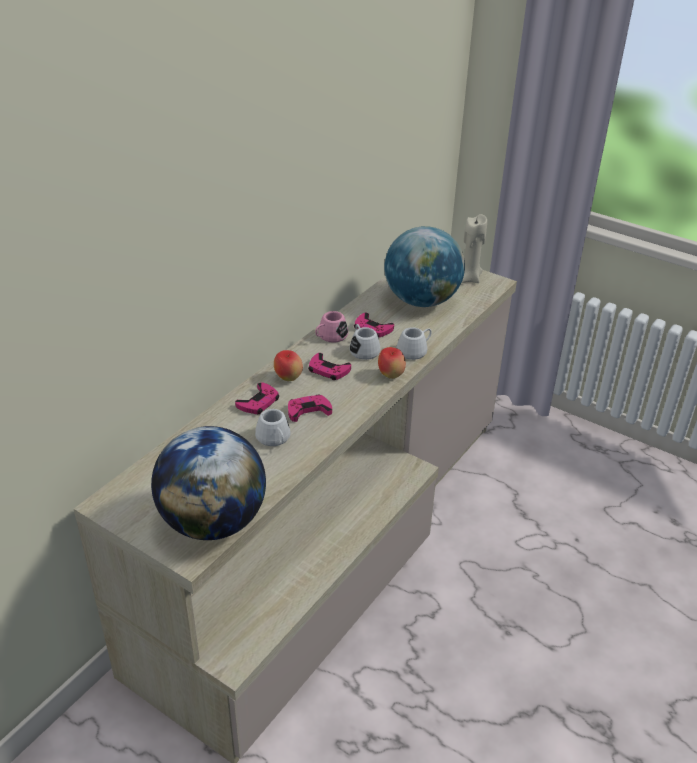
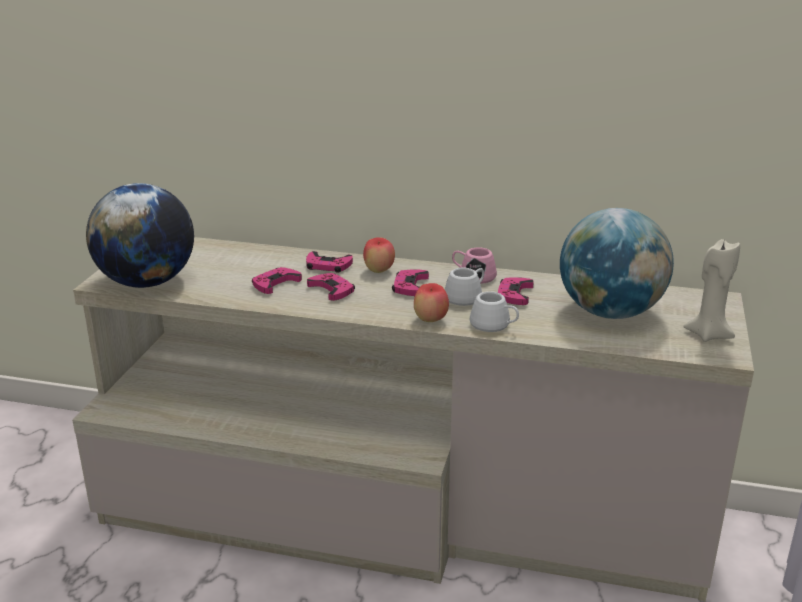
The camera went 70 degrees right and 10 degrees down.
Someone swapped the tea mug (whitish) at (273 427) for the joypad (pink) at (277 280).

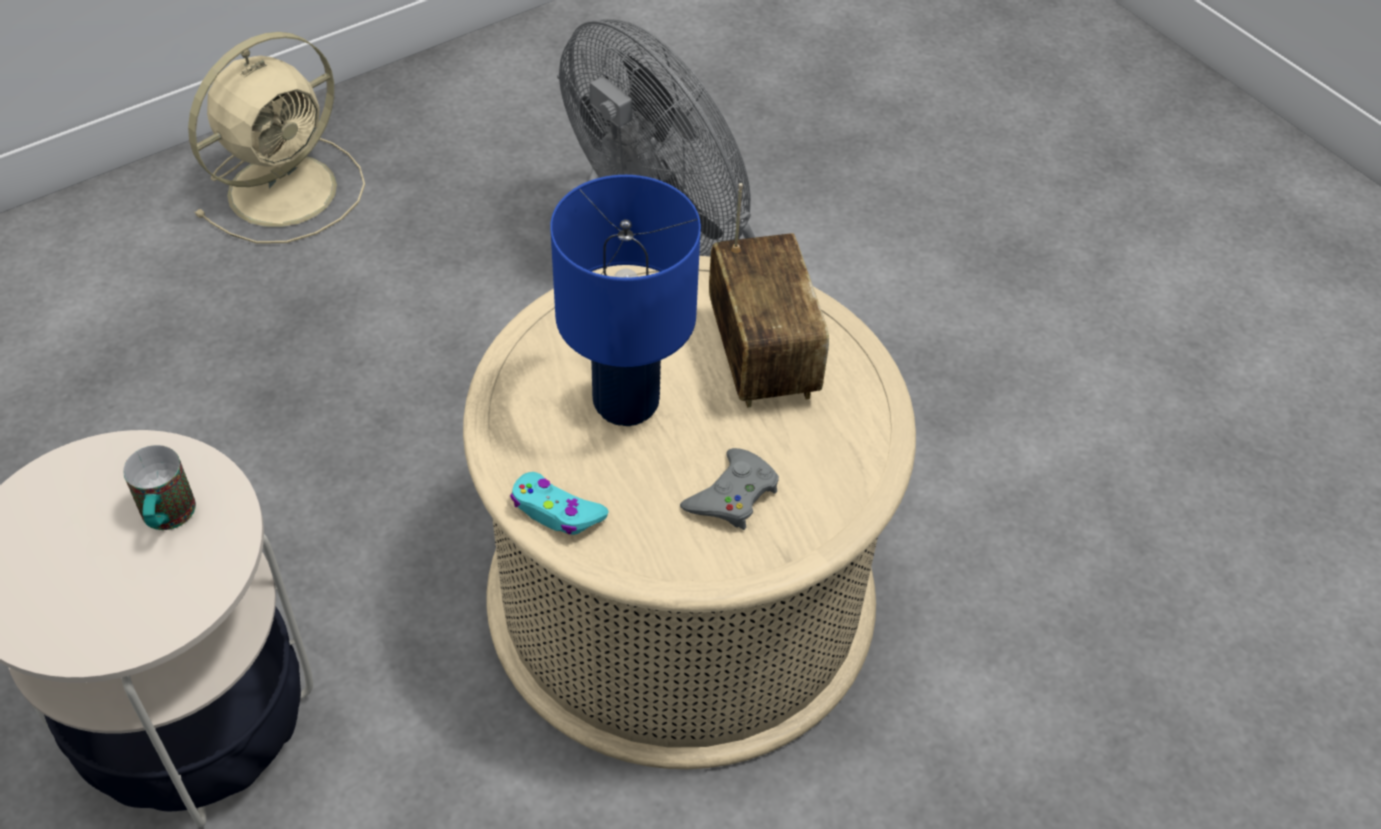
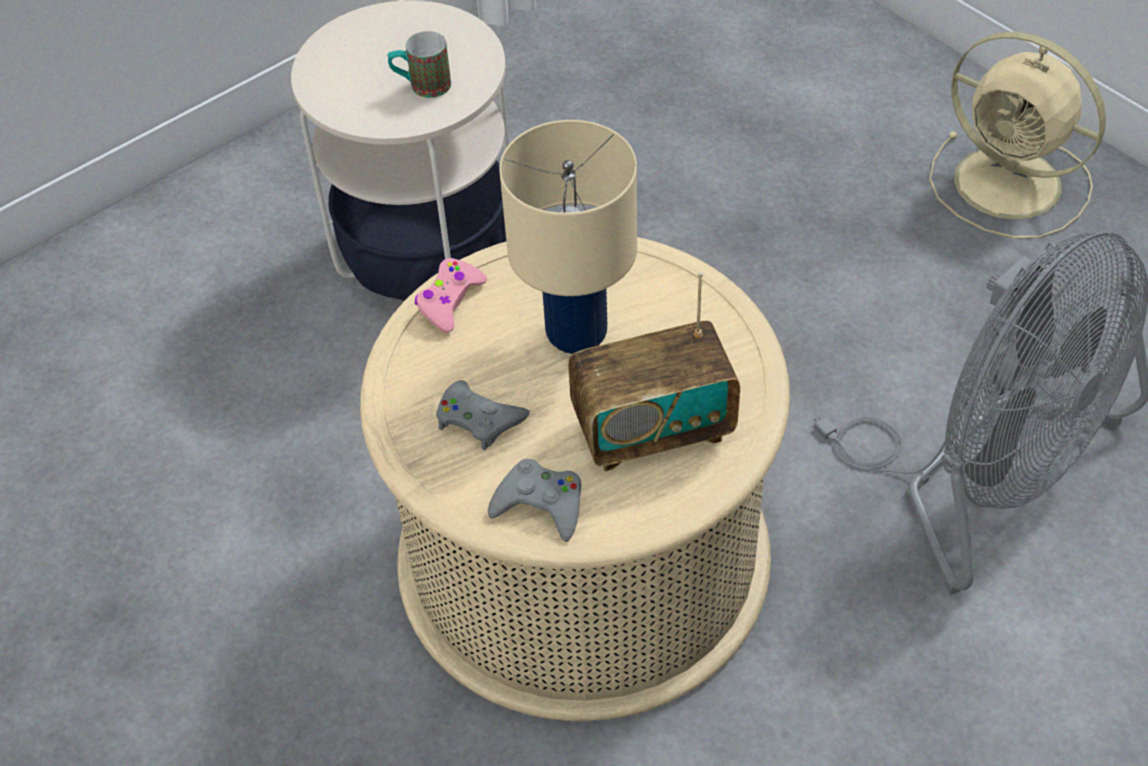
The camera went 90 degrees right and 0 degrees up.
Someone repainted the joypad (turquoise) at (559 503), which became the joypad (pink) at (451 295).
Someone repainted the lamp for a table (bluish) at (625 300), which became the lamp for a table (beige-coloured) at (568 237).
Someone put down the joypad (grey) at (534 500).

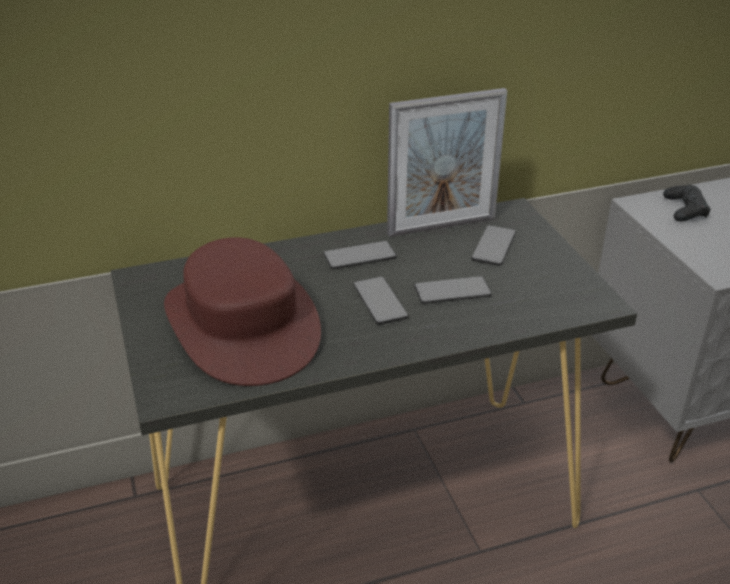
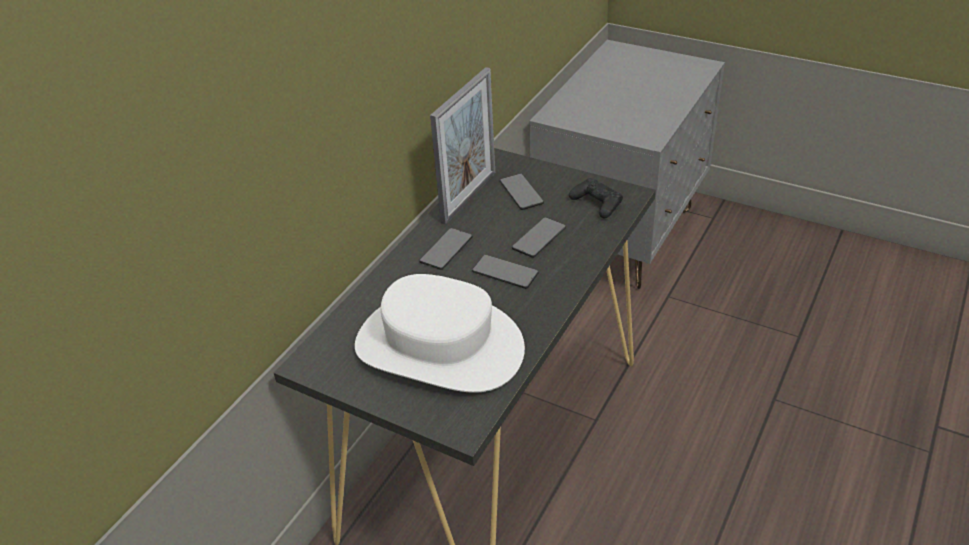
The camera went 40 degrees left and 5 degrees up.
Someone repainted the hat (brown) at (242 311), which became the hat (whitish) at (440 333).
Someone carried the joypad (black-coloured) from (687 203) to (596 198).

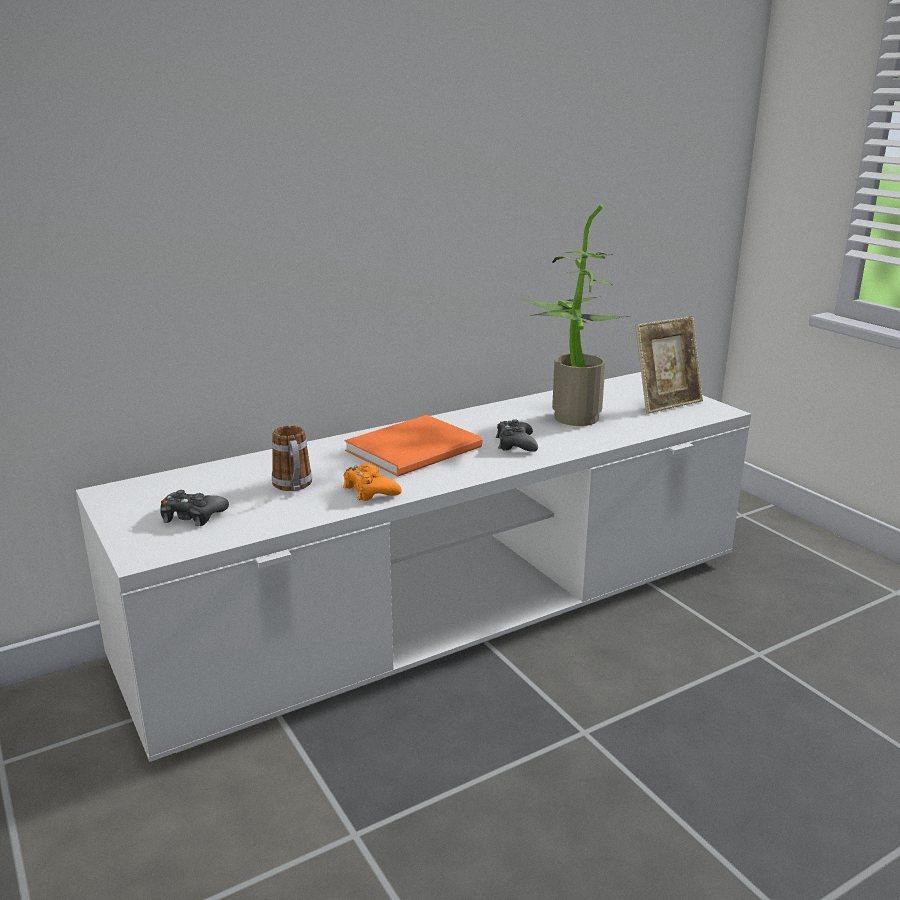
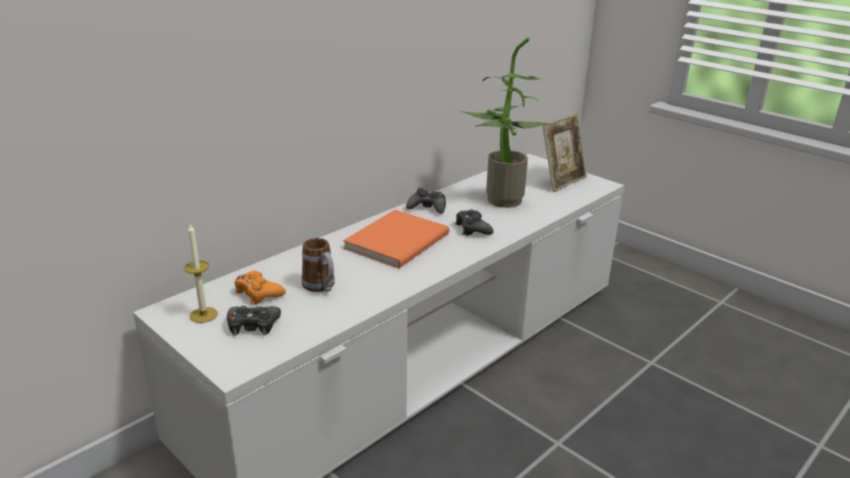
The camera went 15 degrees left and 5 degrees up.
Someone carried the joypad (orange-coloured) from (372 482) to (260 287).
Someone put down the candle at (201 273).
Someone put down the joypad (black-coloured) at (426 200).

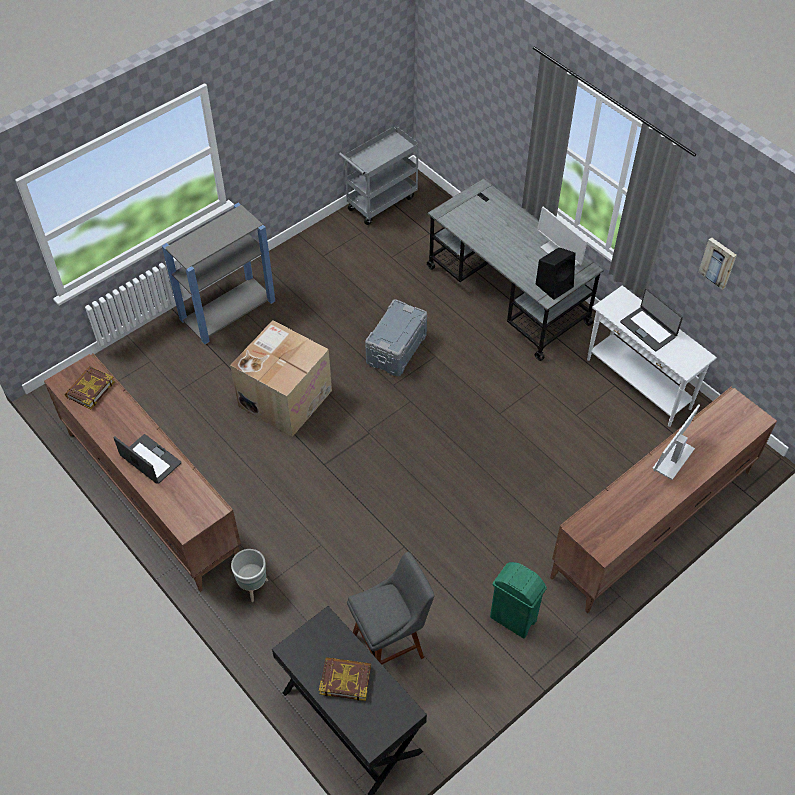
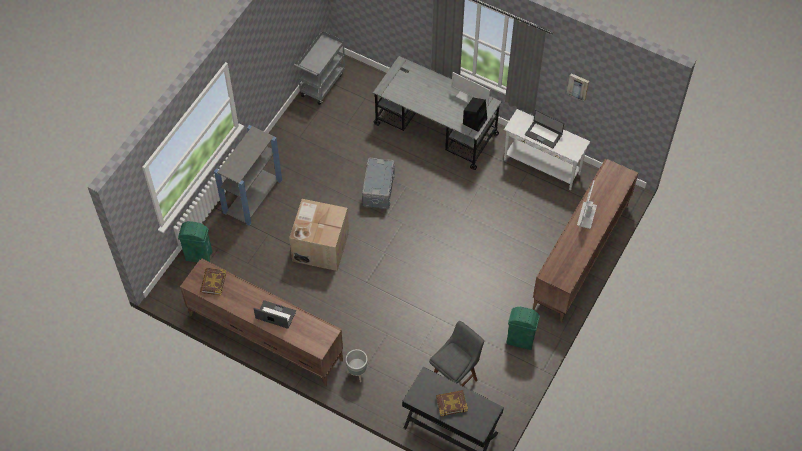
The camera went 20 degrees left and 5 degrees up.
Someone put down the rubbish bin (greenish) at (195 242).

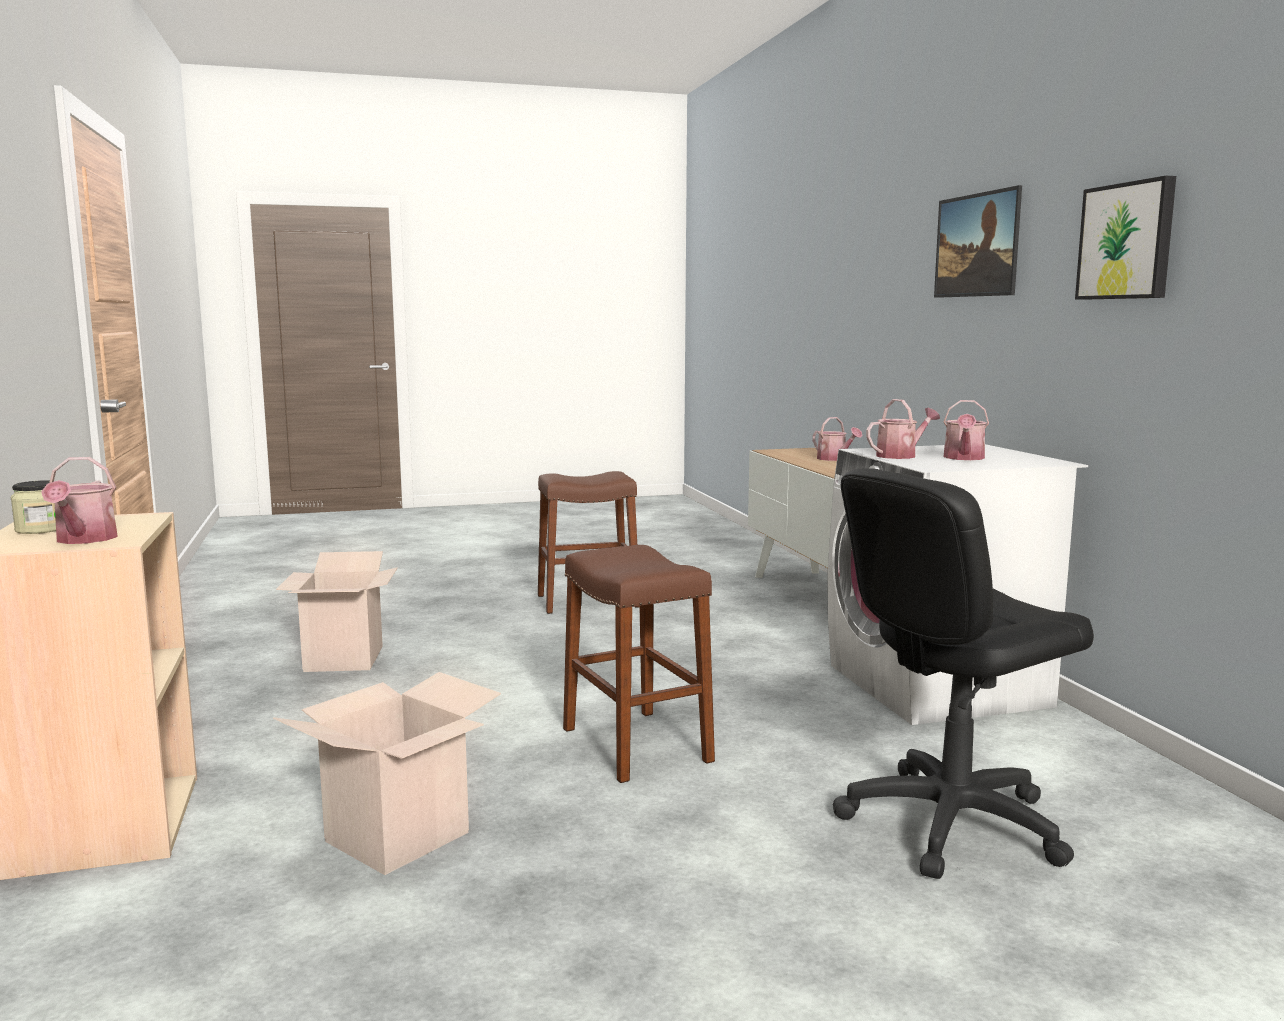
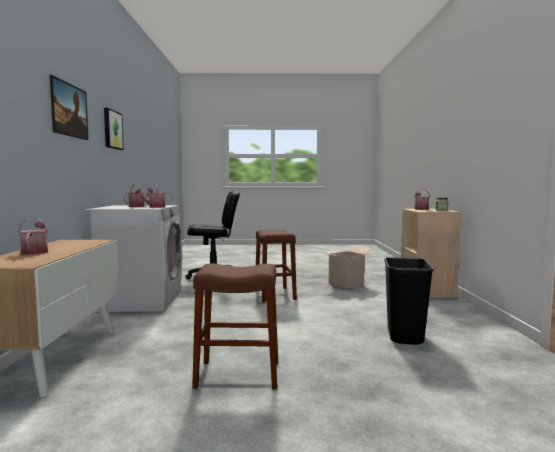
The camera went 165 degrees left and 5 degrees down.
Someone swapped the packing box at (337 611) for the rubbish bin (black-coloured) at (409 301).

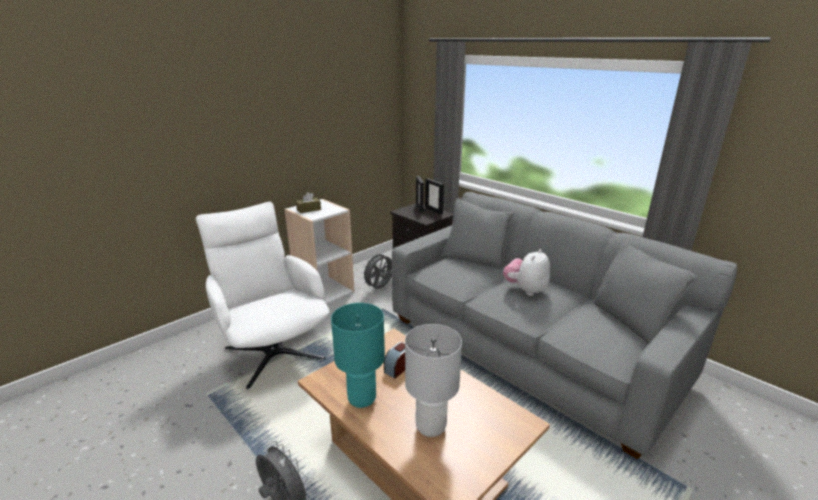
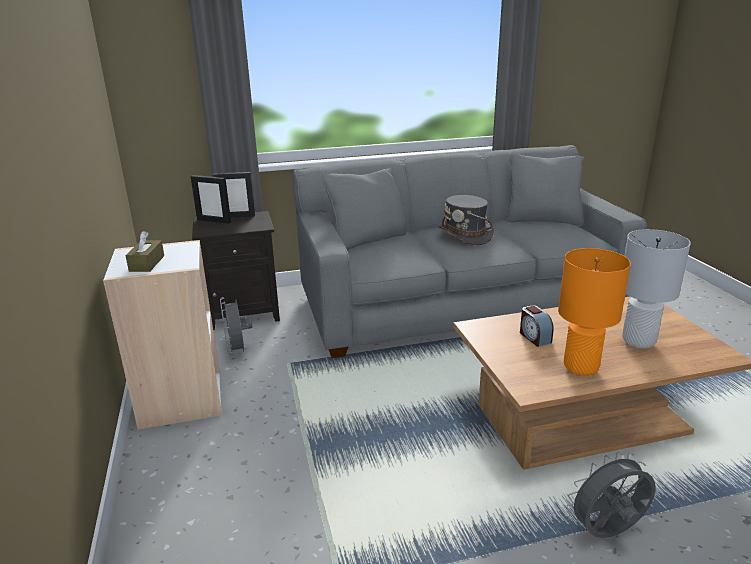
The camera went 60 degrees left and 0 degrees up.
Someone took away the easy chair (whitish) at (263 296).
Someone repainted the lamp for a table (turquoise) at (358 355), which became the lamp for a table (orange-coloured) at (594 312).
Someone swapped the cuddly toy at (526 272) for the hat (grey) at (466 220).

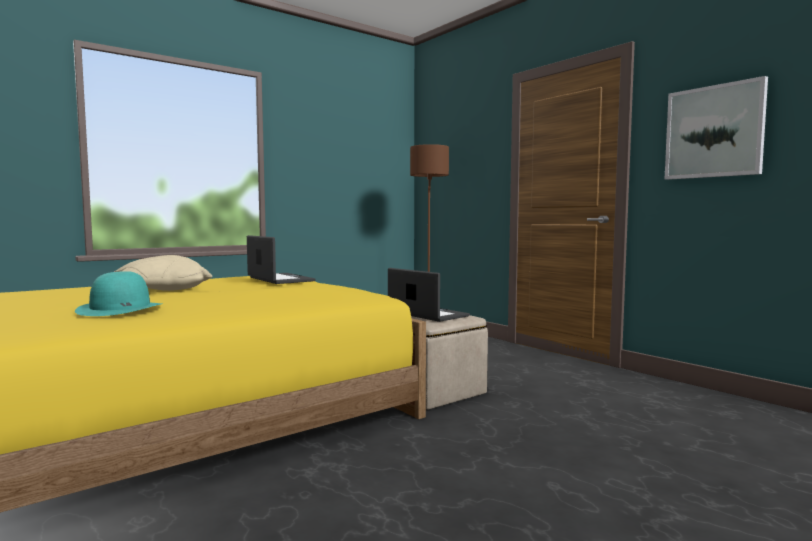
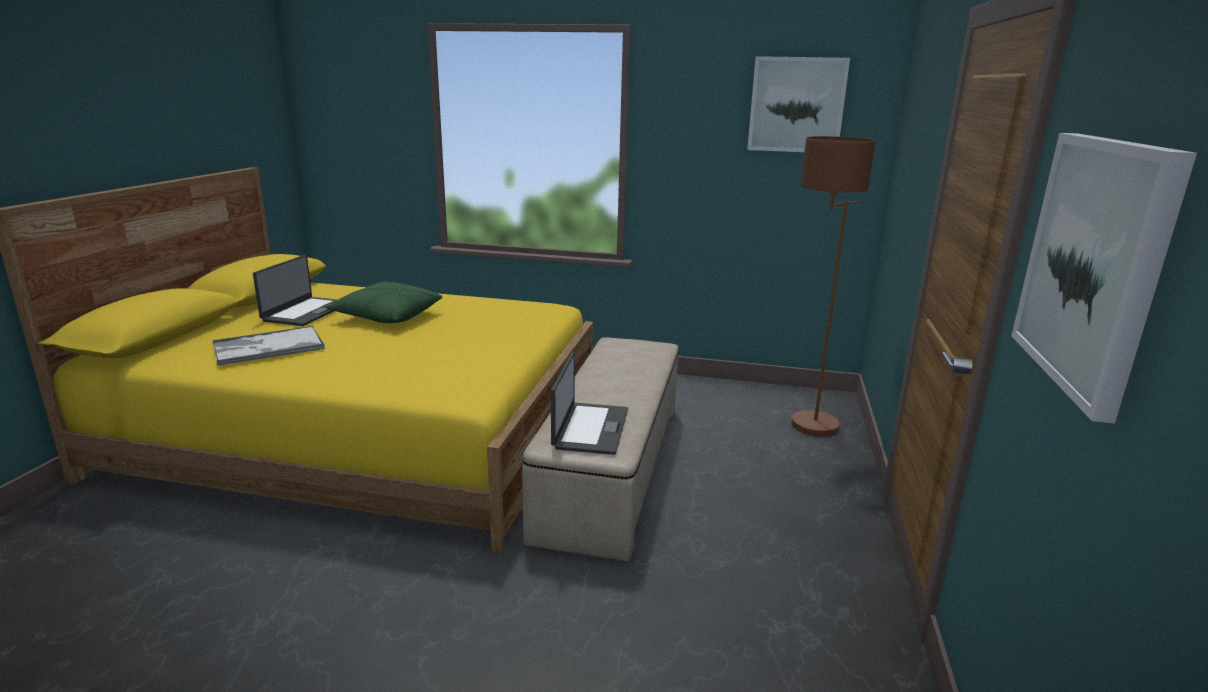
The camera went 50 degrees right and 15 degrees up.
Someone swapped the hat (turquoise) at (118 293) for the tray at (268 346).
Someone repainted the throw pillow (beige-coloured) at (163 273), which became the throw pillow (greenish) at (384 302).
Someone carried the laptop from (281 259) to (295 290).
Someone put up the picture at (798 104).

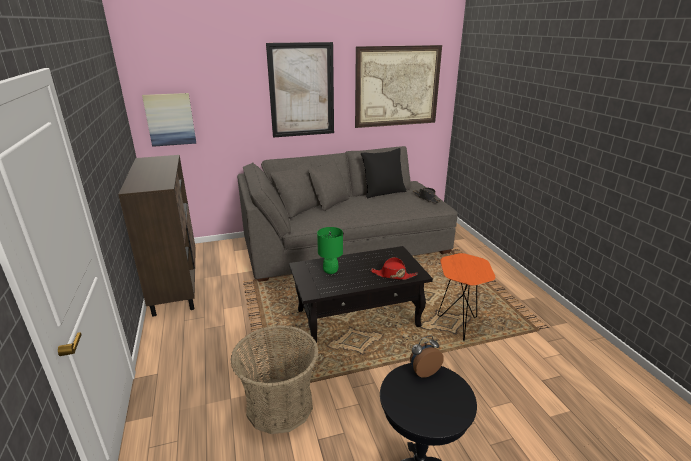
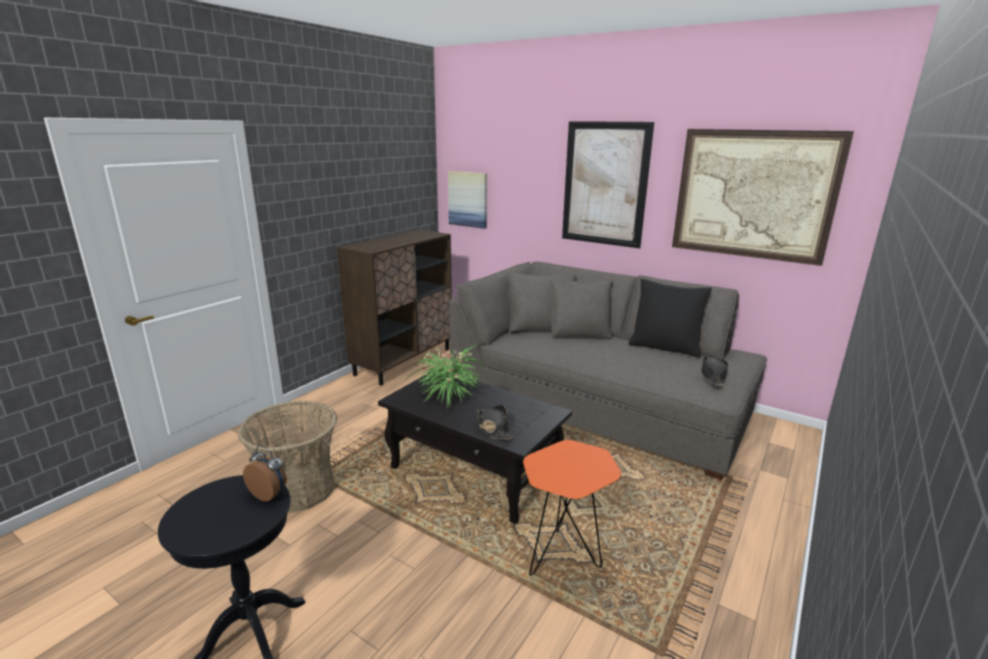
The camera went 50 degrees right and 5 degrees down.
Someone swapped the lamp for a table (greenish) at (330 250) for the plant in a pot at (448 377).
Someone repainted the hat (reddish) at (394 268), which became the hat (black-coloured) at (494 422).

